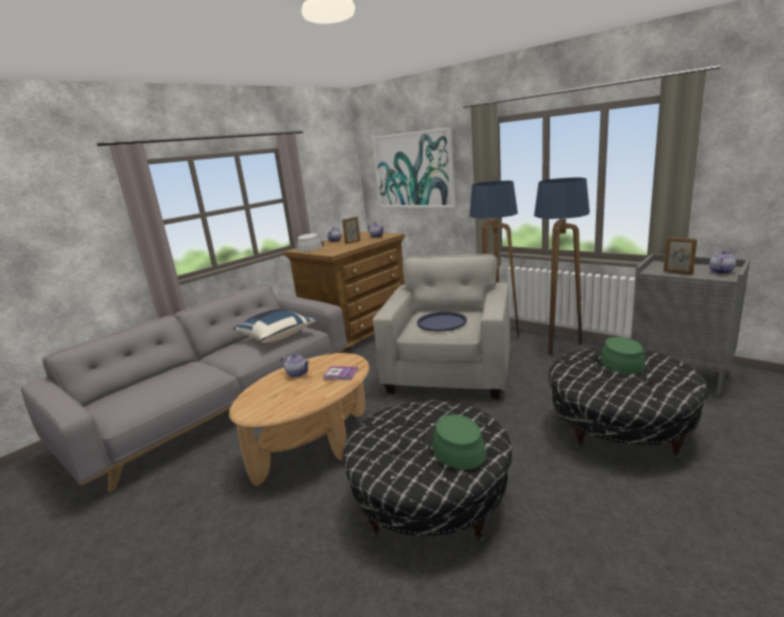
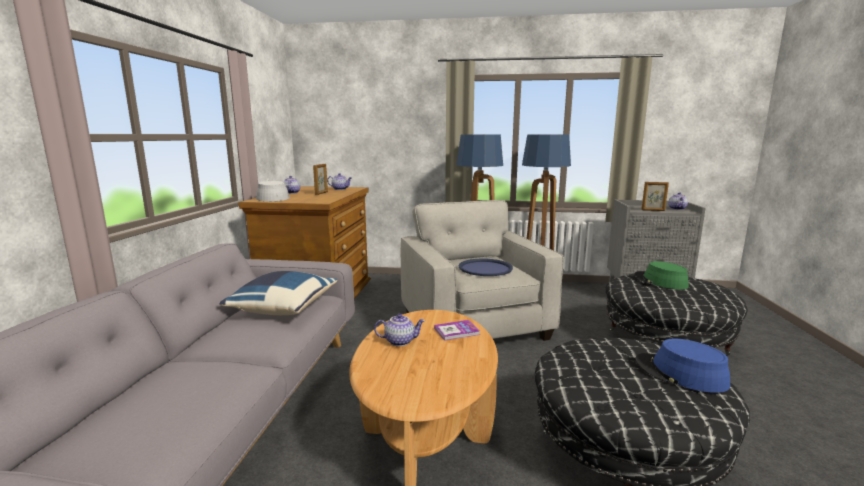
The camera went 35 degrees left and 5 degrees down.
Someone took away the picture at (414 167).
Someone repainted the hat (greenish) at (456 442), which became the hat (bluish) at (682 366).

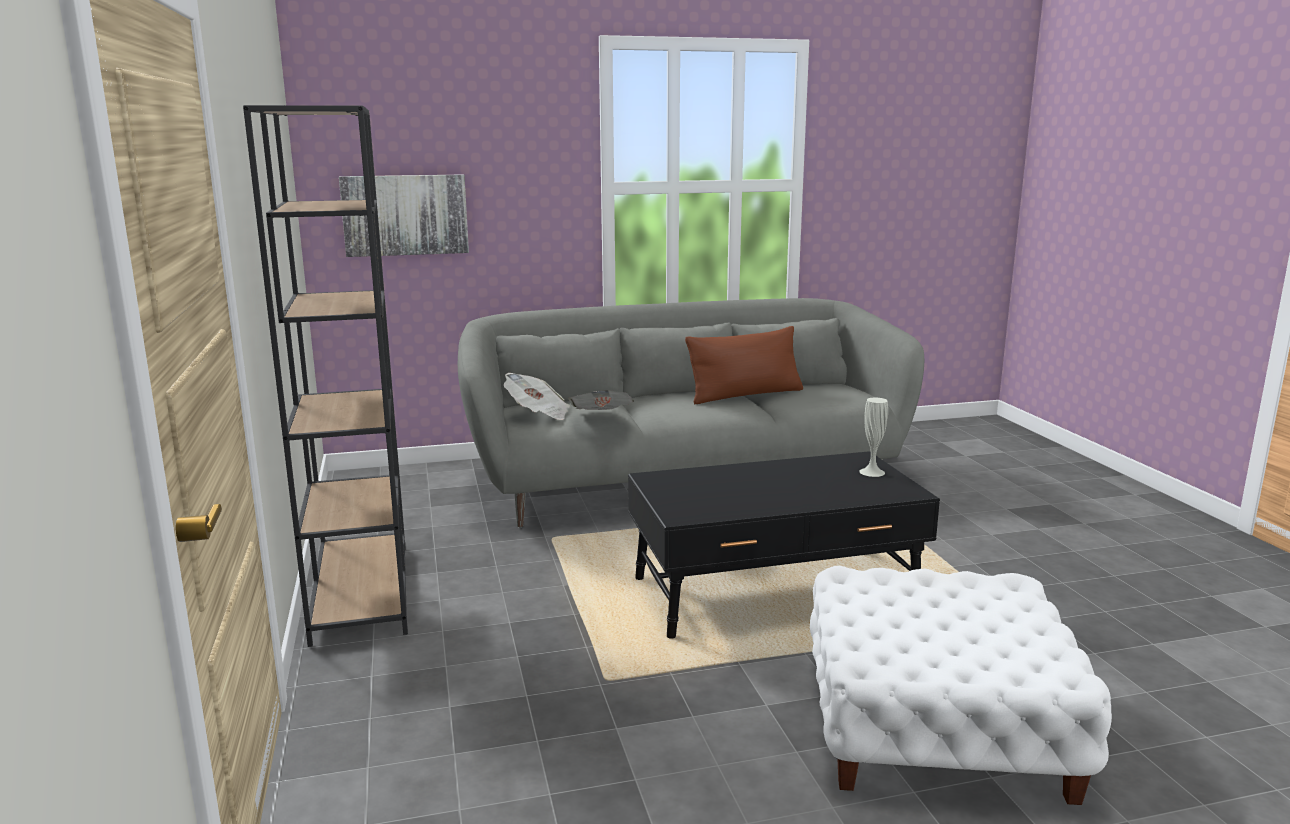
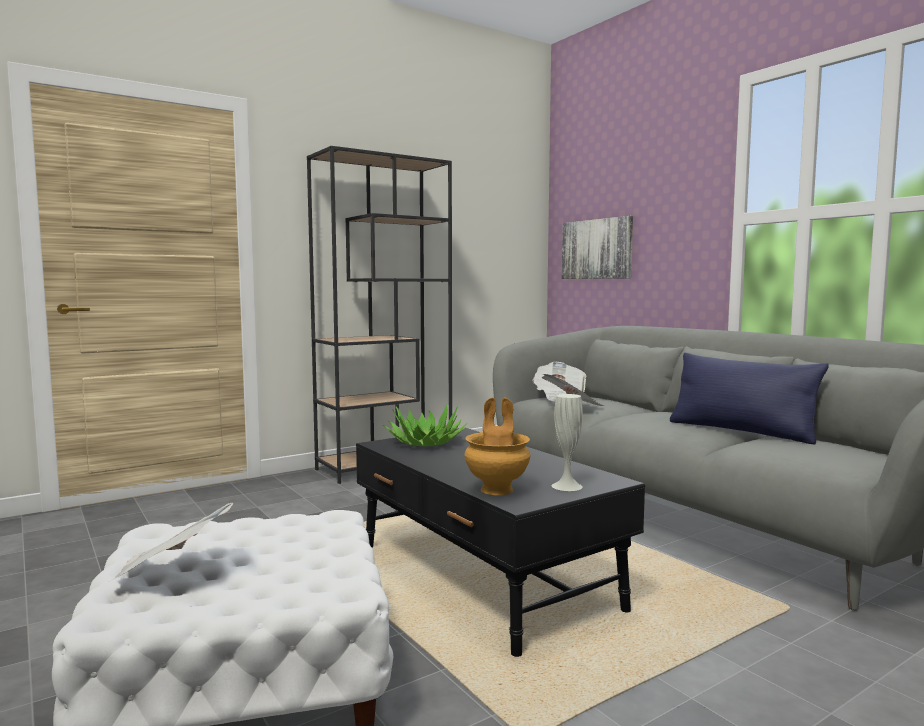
The camera went 70 degrees right and 10 degrees down.
Someone repainted the throw pillow (brown) at (744 365), which became the throw pillow (bluish) at (749 398).
Someone put down the newspaper at (172 541).
Someone put down the plant in a pot at (425 425).
Someone put down the flower vase (brown) at (497 446).

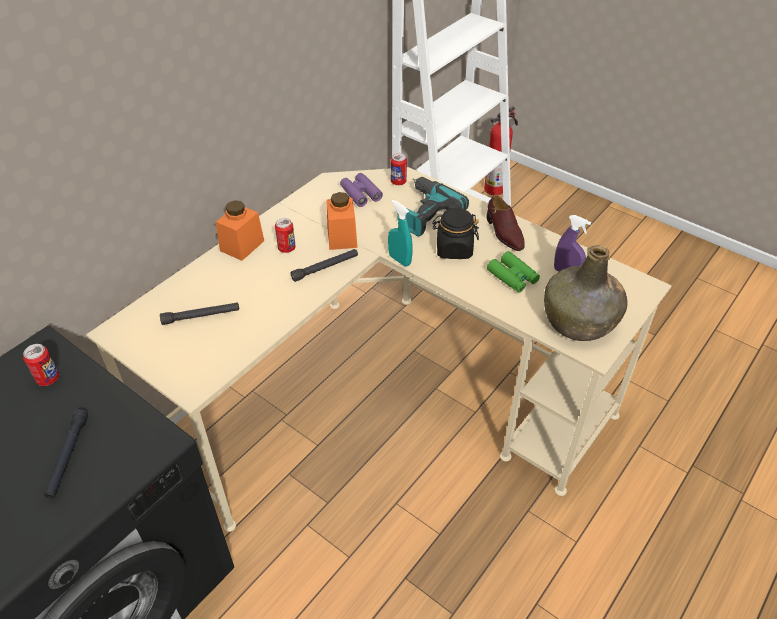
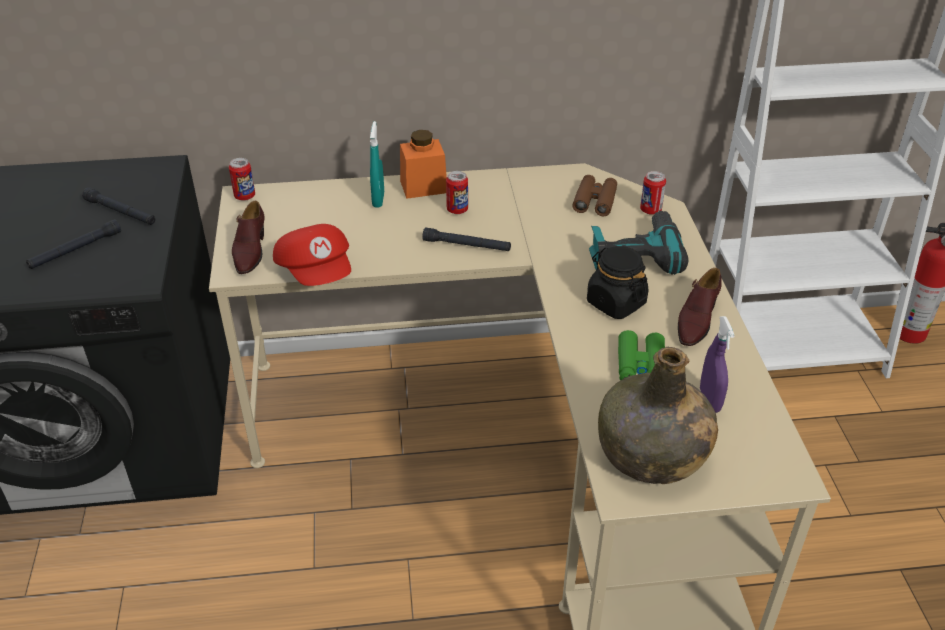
The camera went 45 degrees right and 5 degrees down.
Someone carried the can from (41 365) to (242 179).
Someone carried the hand torch (black-coloured) from (199 314) to (118 206).
Someone took away the preserve jar (orange-coloured) at (342 221).
Someone repainted the pair of binoculars (purple-coloured) at (361 190), which became the pair of binoculars (brown) at (594 195).
Someone carried the spray bottle (turquoise) from (400 233) to (377 164).
Someone put down the shoe (brown) at (248 237).
Someone put down the cap (reddish) at (312 255).

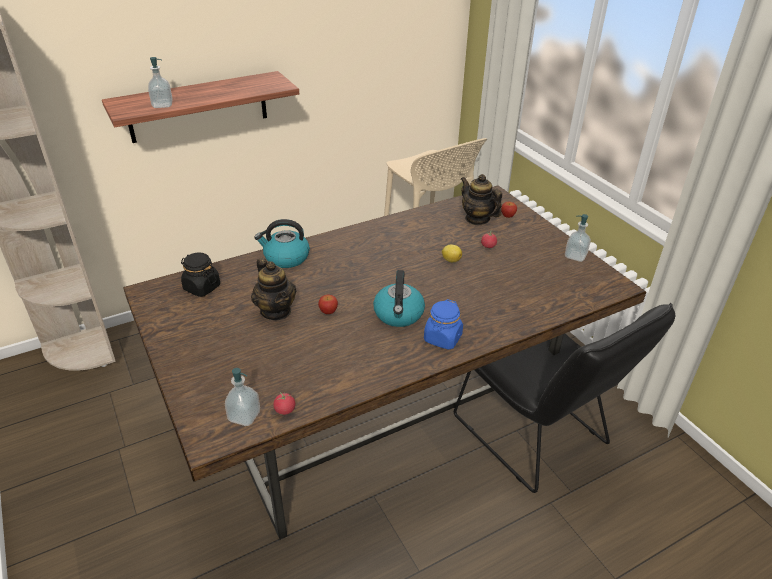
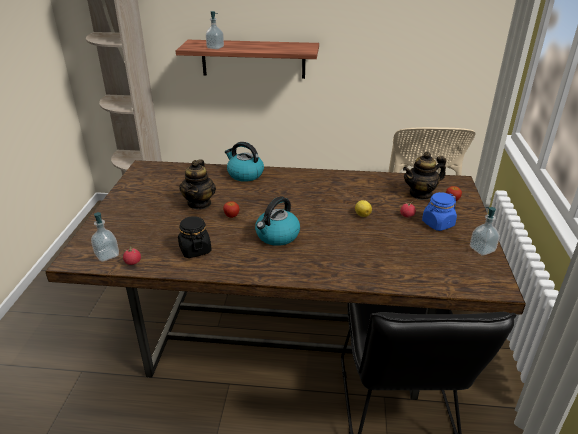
The camera went 35 degrees right and 5 degrees down.
Someone carried the preserve jar (black-coloured) from (200 274) to (195 237).
Someone carried the preserve jar (bluish) from (443 324) to (439 211).
Someone rotated the pot for tea at (481 199) by 105 degrees counterclockwise.

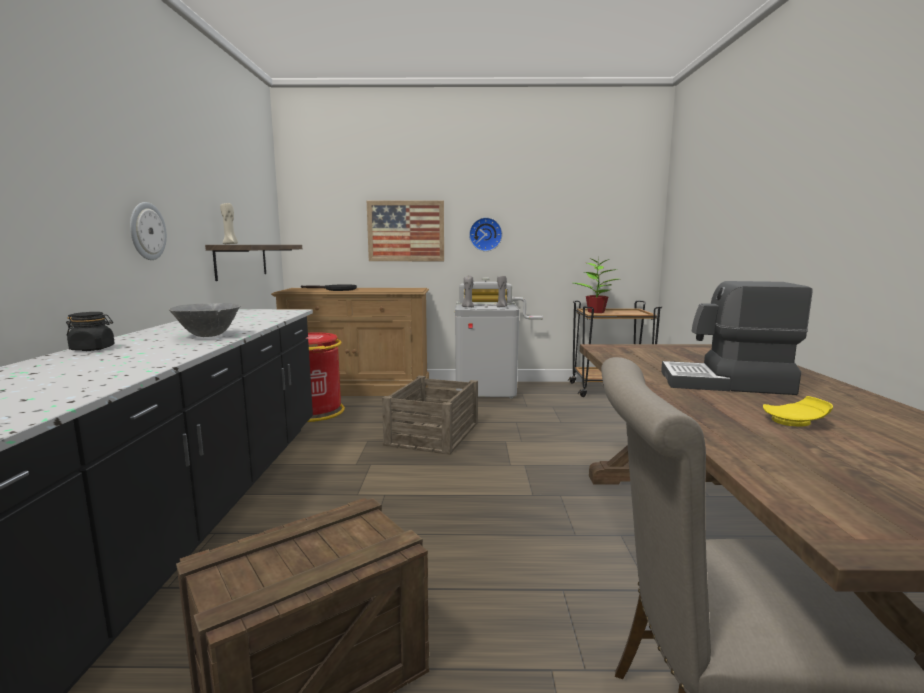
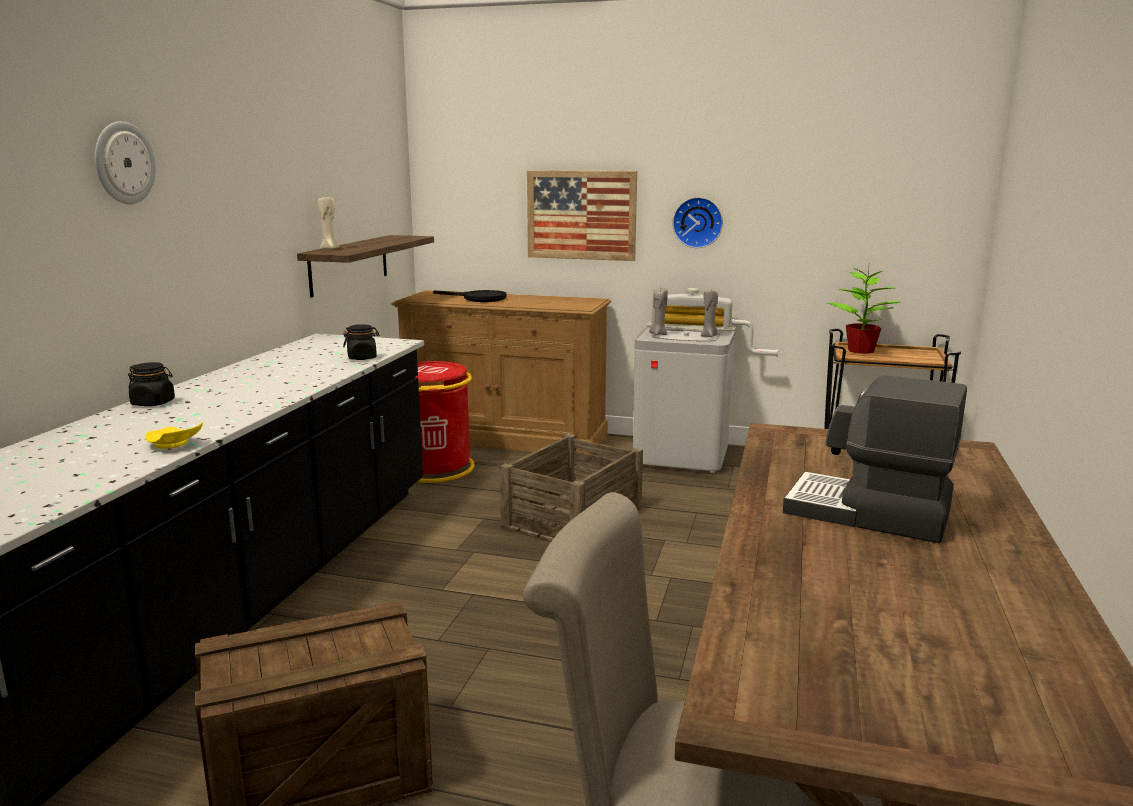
The camera went 15 degrees right and 5 degrees up.
Someone carried the clock on the wall from (148 231) to (125 162).
Someone took away the bowl (grey) at (204 320).
Someone carried the flat dish (yellow-coloured) from (798 411) to (174 435).
Someone put down the preserve jar (black-coloured) at (361 342).

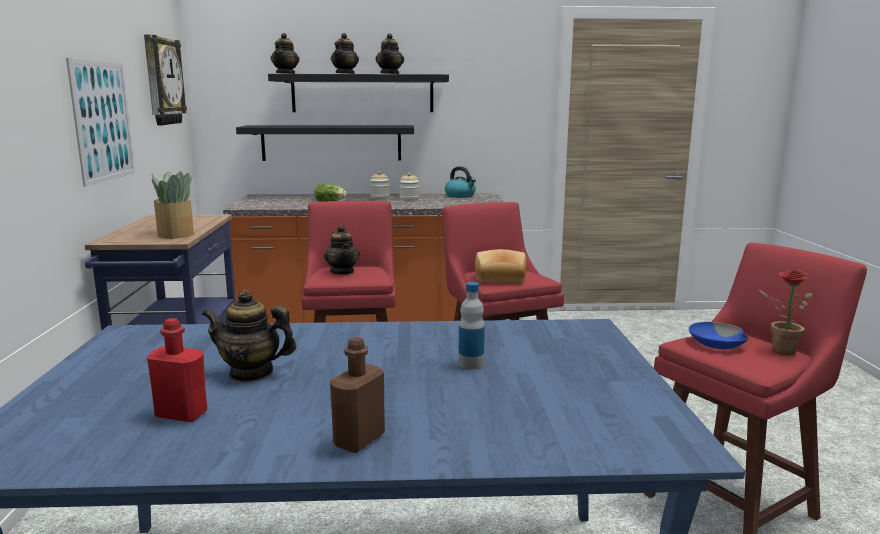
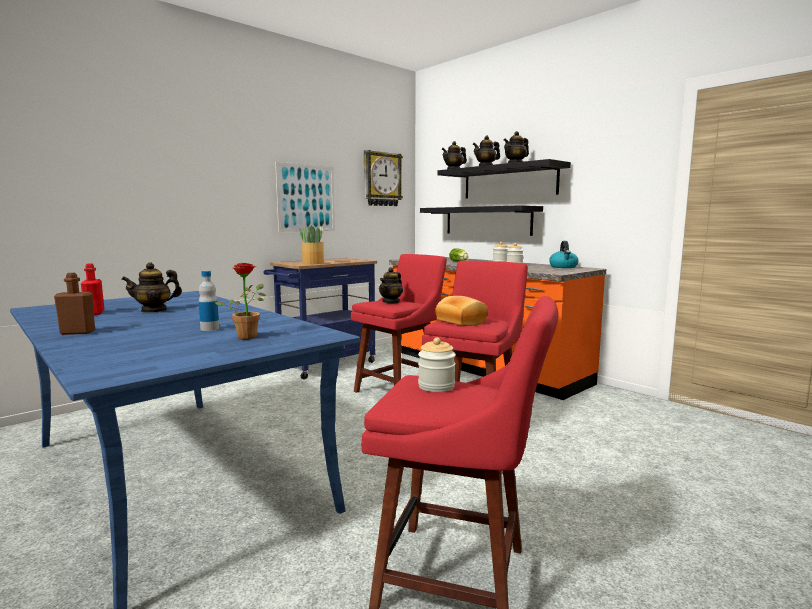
The camera went 50 degrees right and 5 degrees down.
Someone rotated the pot for tea at (249 336) by 90 degrees counterclockwise.
Someone swapped the bowl (bluish) at (719 335) for the preserve jar at (437 364).
Someone carried the plant in a pot from (785 312) to (240 301).

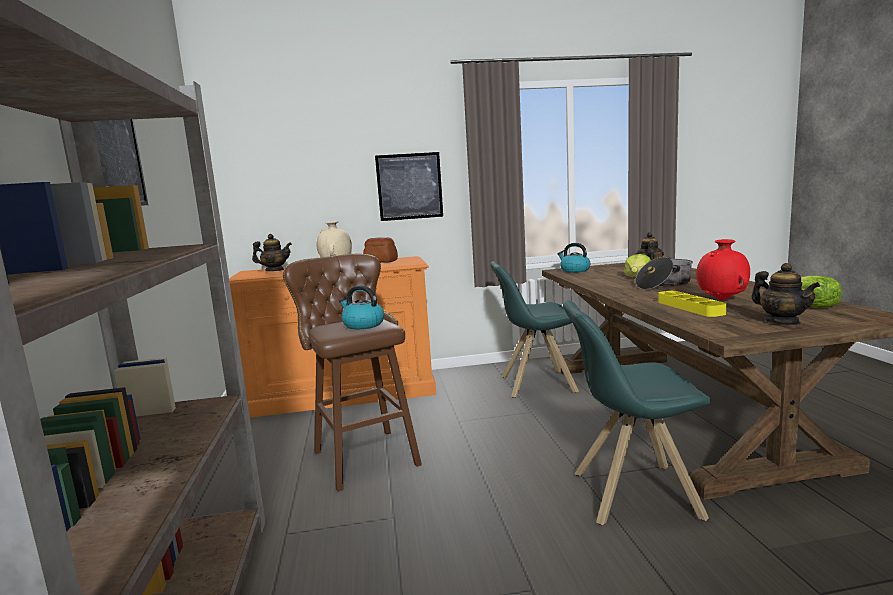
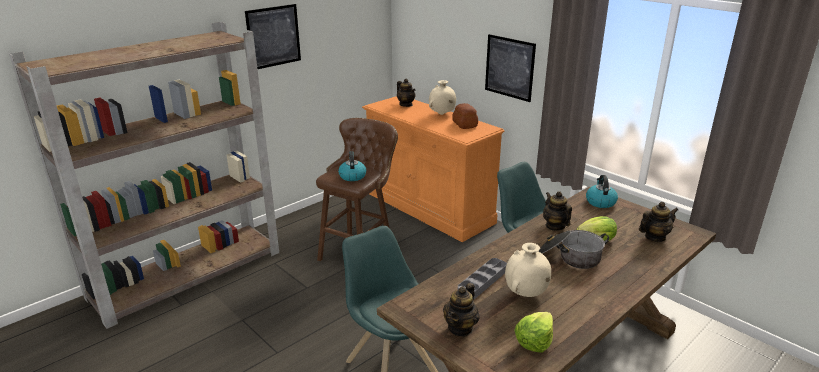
The camera went 55 degrees right and 15 degrees up.
Someone repainted the tray (yellow-coloured) at (692 304), which became the tray (grey) at (482 278).
Someone repainted the flower vase (reddish) at (723 269), which became the flower vase (beige-coloured) at (528 270).
Someone put down the pot for tea at (557 211).

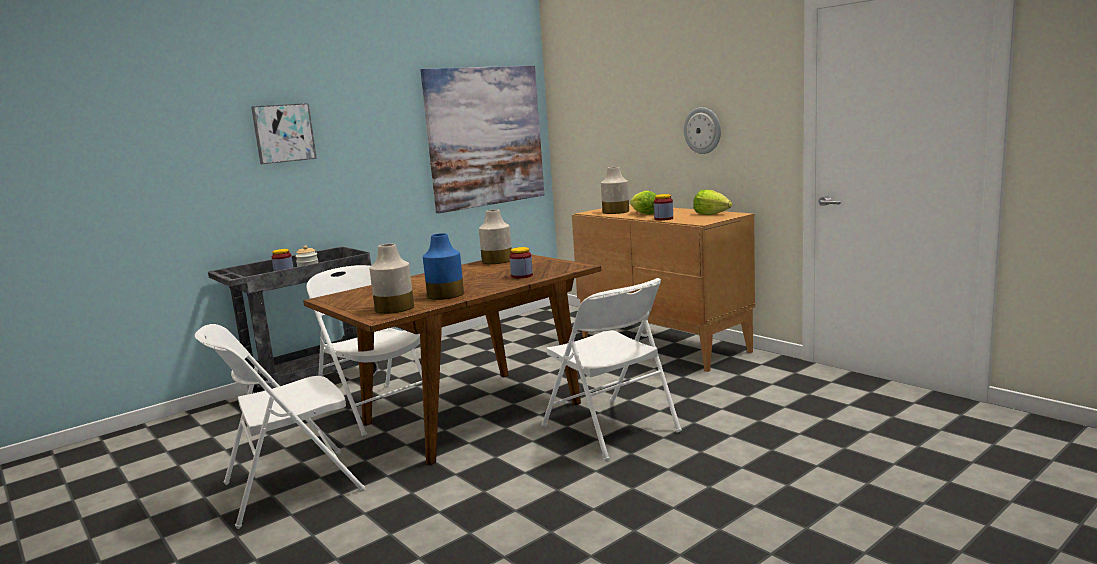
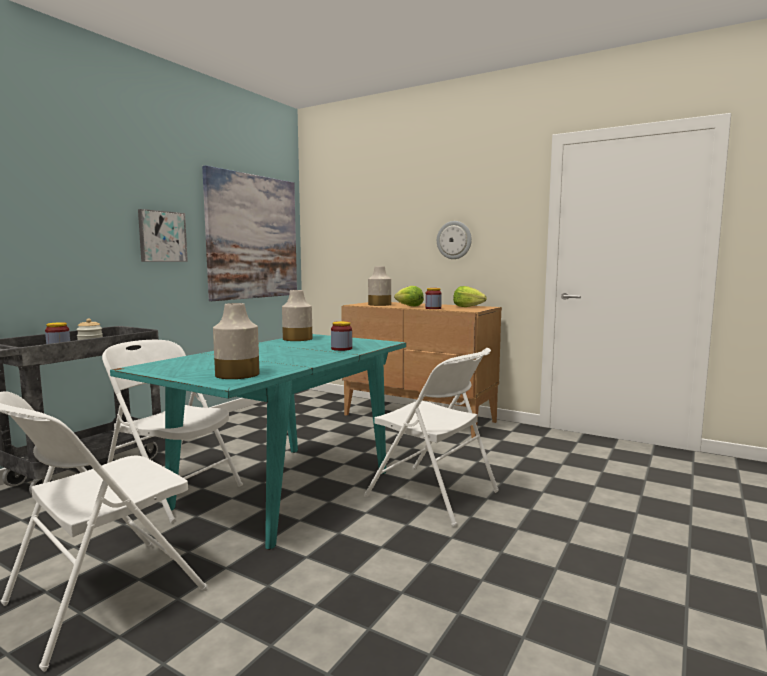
The camera went 20 degrees left and 5 degrees down.
Someone carried the picture from (284 133) to (163 235).
Someone repainted the kitchen table (brown) at (452 359), which became the kitchen table (turquoise) at (258 442).
Someone took away the flower vase (bluish) at (443 266).

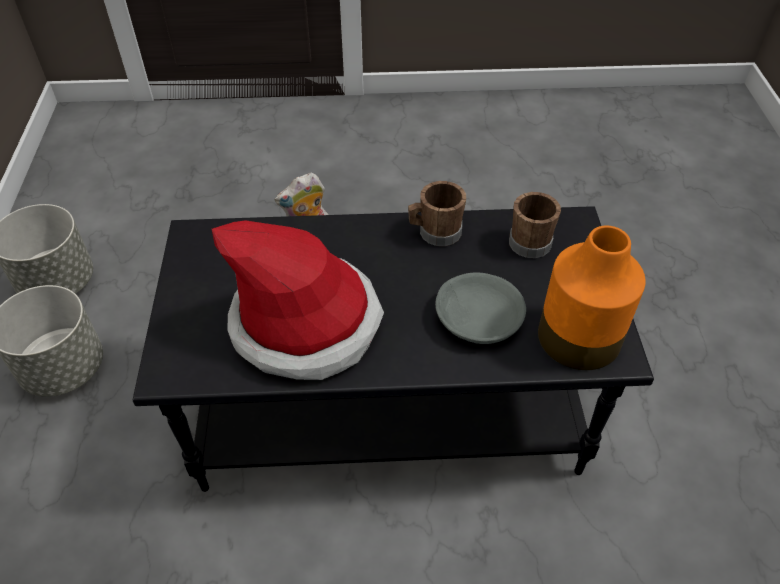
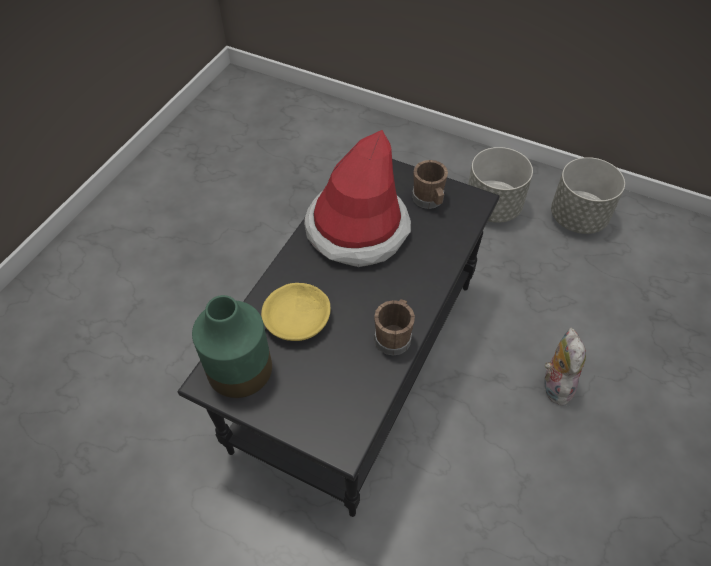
The camera went 120 degrees right and 5 degrees up.
Someone repainted the bowl (grey) at (480 308), which became the bowl (yellow-coloured) at (296 312).
Someone carried the tea mug (brown) from (535 225) to (430 184).
Someone repainted the flower vase (orange-coloured) at (592 298), which became the flower vase (greenish) at (232 346).

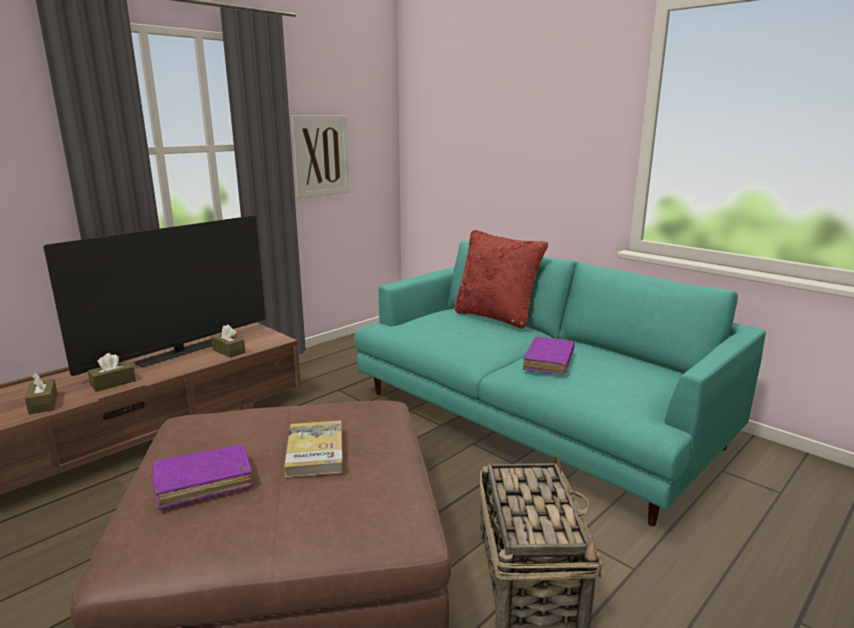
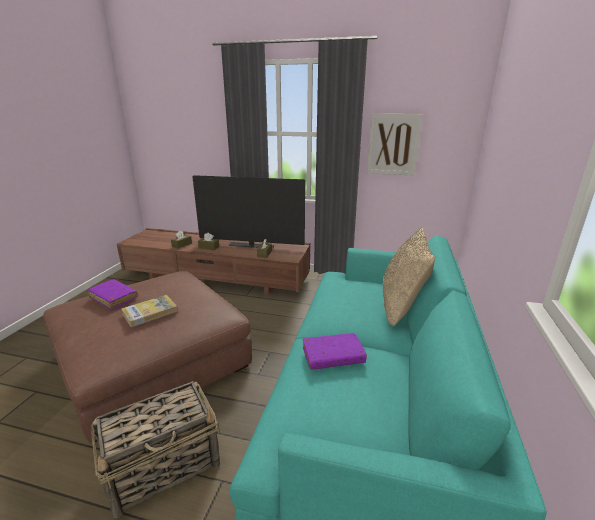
The camera went 60 degrees right and 5 degrees up.
Someone repainted the throw pillow (reddish) at (501 279), which became the throw pillow (beige-coloured) at (409 277).

